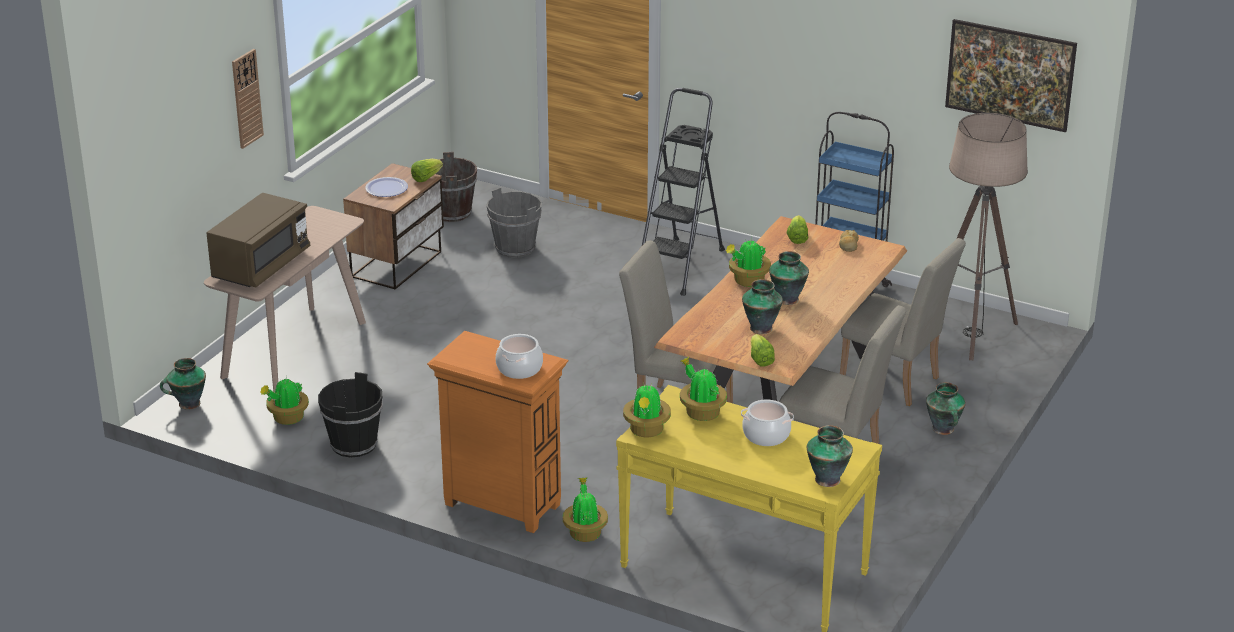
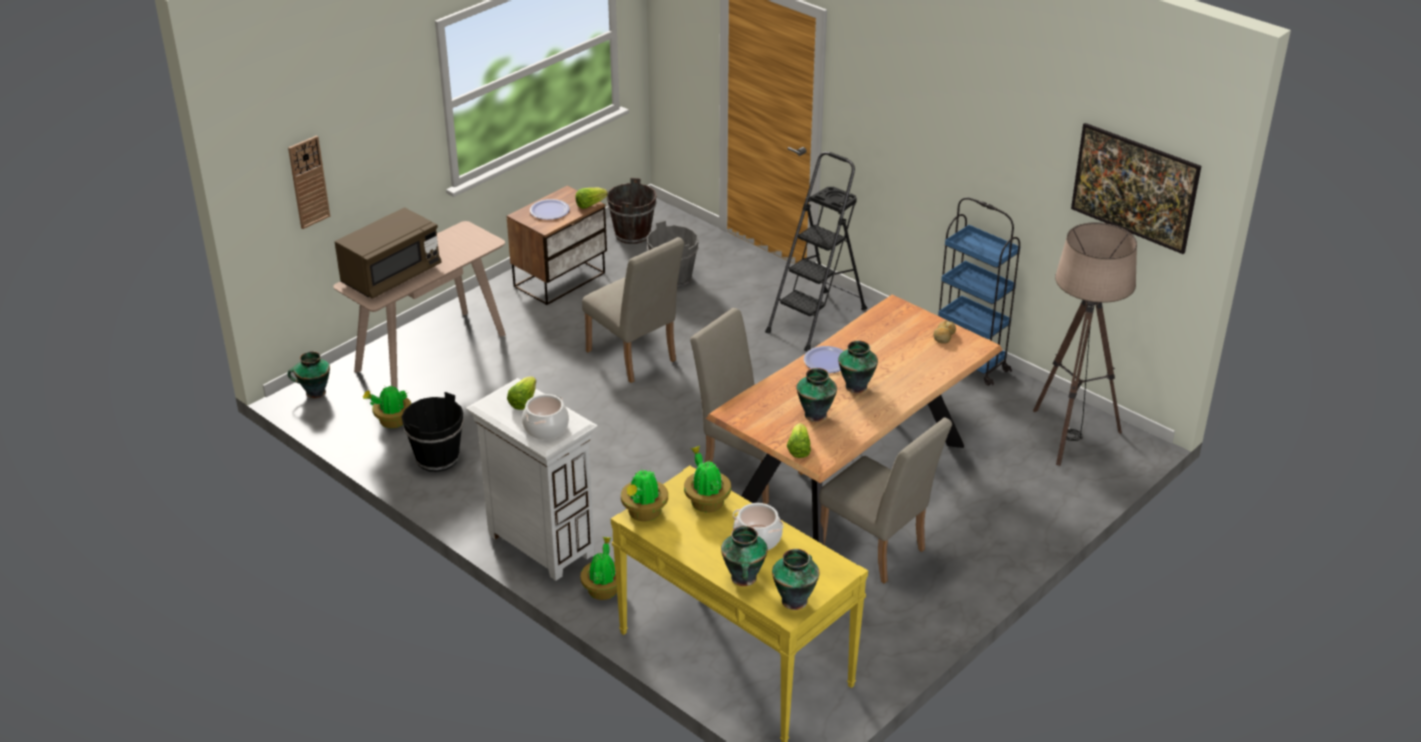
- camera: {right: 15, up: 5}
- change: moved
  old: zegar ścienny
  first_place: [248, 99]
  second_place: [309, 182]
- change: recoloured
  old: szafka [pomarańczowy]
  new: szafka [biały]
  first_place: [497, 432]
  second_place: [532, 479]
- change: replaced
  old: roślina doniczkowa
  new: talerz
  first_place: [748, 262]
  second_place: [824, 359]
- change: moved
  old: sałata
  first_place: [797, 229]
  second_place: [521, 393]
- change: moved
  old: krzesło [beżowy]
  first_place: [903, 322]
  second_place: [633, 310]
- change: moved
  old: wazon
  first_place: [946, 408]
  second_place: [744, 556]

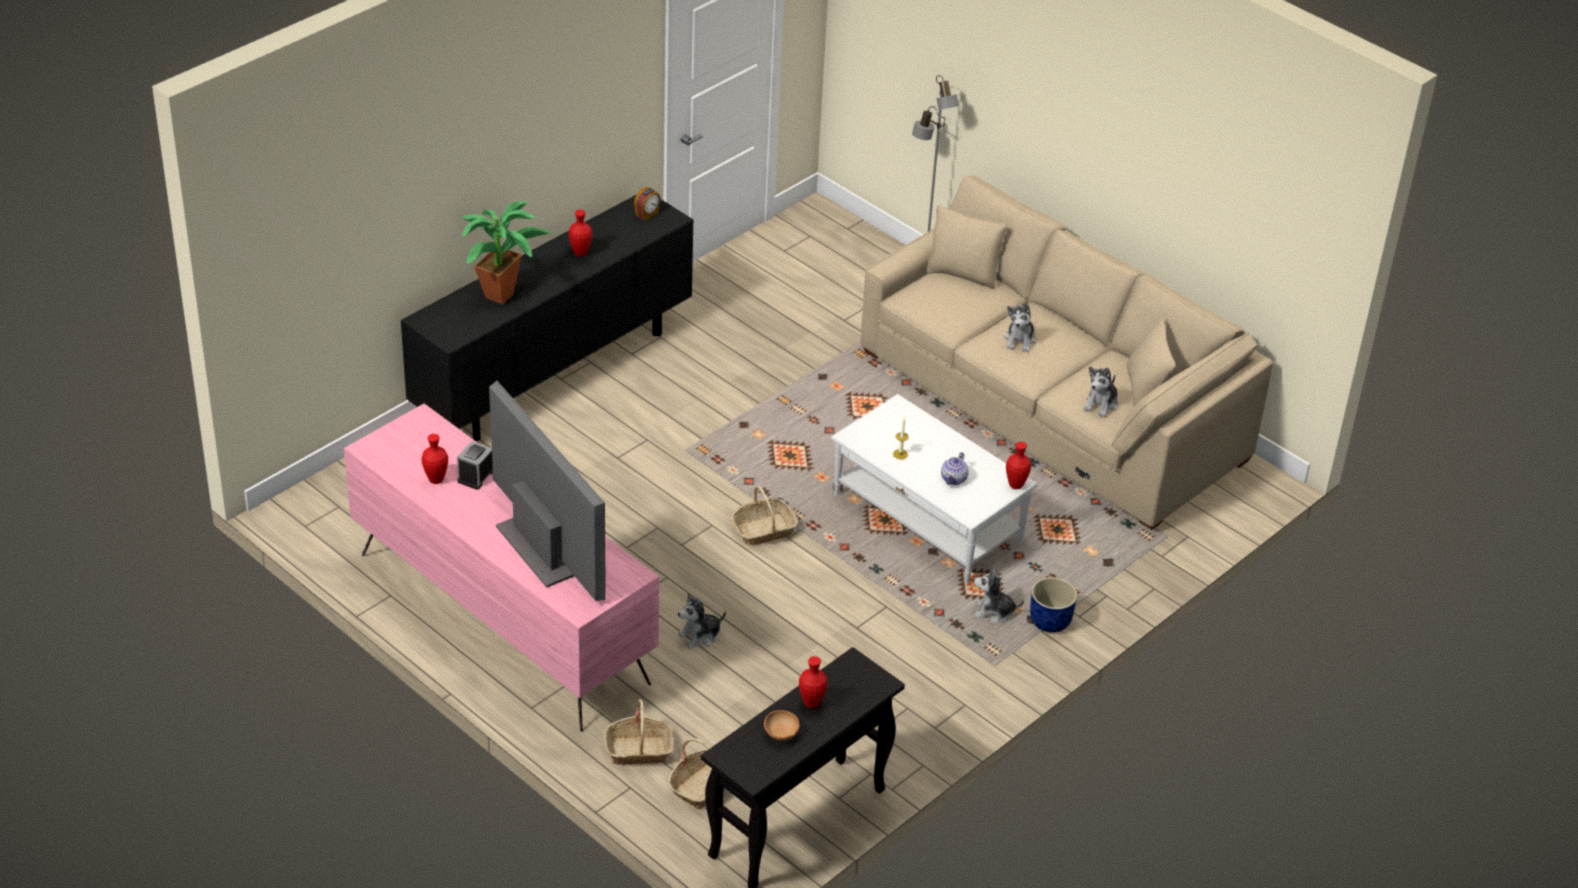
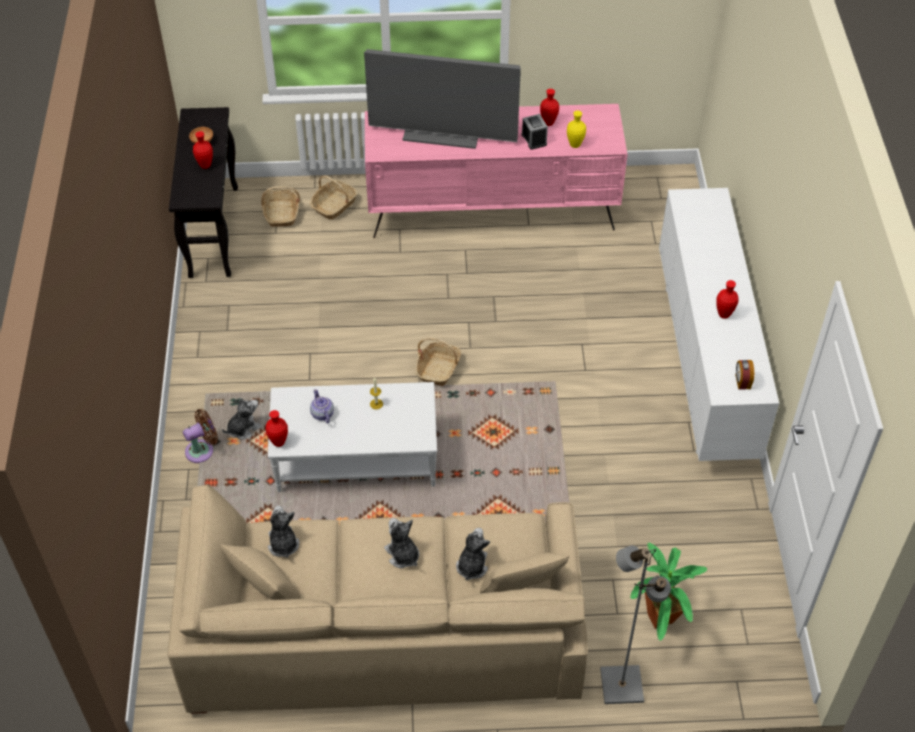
- camera: {right: 135, up: 10}
- change: recoloured
  old: szafka [czarny]
  new: szafka [biały]
  first_place: [547, 318]
  second_place: [719, 324]
- change: moved
  old: roślina doniczkowa
  first_place: [506, 252]
  second_place: [668, 591]
- change: moved
  old: pluszak
  first_place: [702, 621]
  second_place: [473, 554]
- change: replaced
  old: donica [niebieski]
  new: wentylator [brązowy]
  first_place: [1053, 605]
  second_place: [200, 436]
- change: added
  new: wazon [żółty]
  second_place: [576, 129]

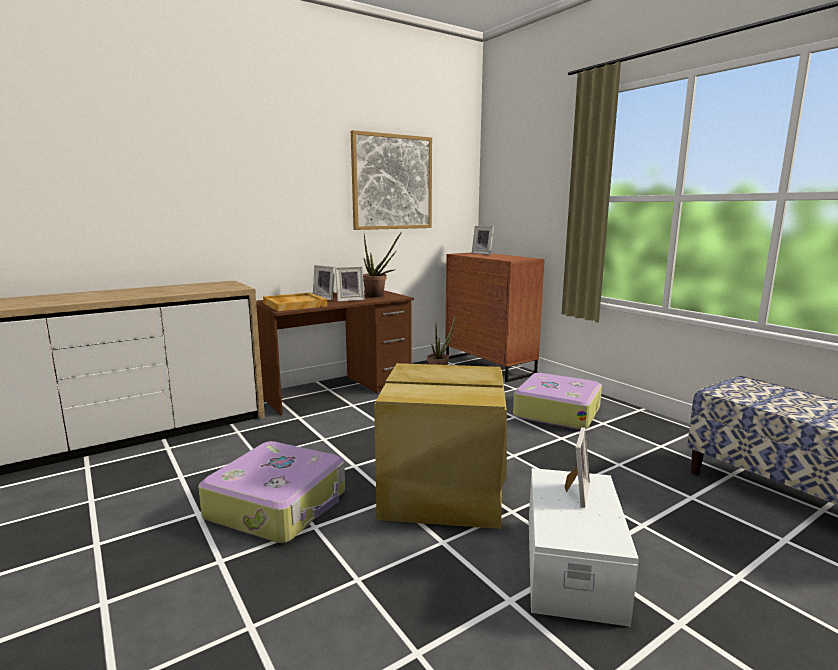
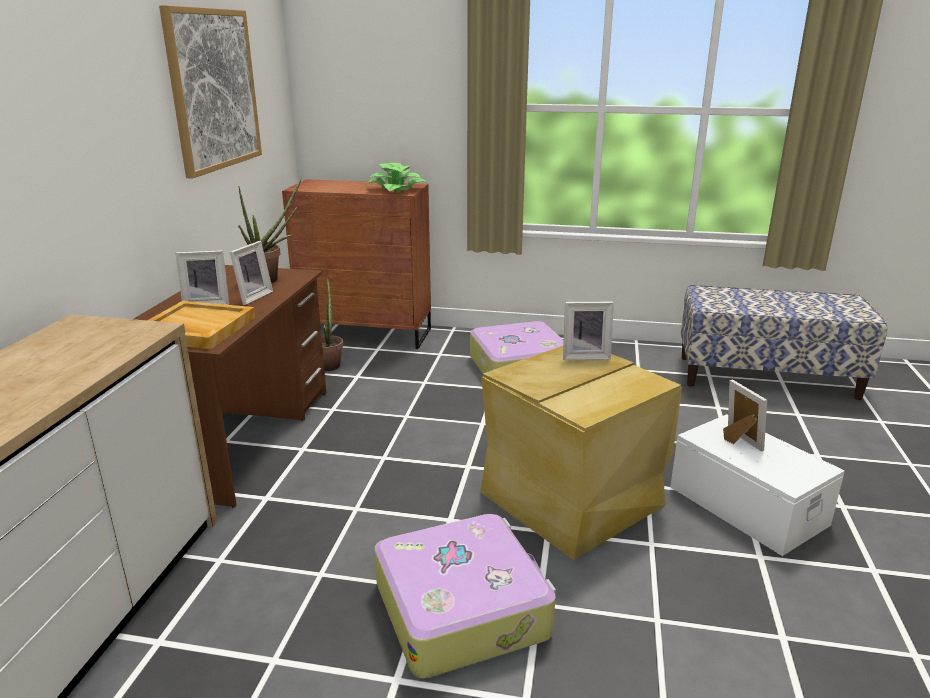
- camera: {right: -45, up: 10}
- change: moved
  old: ramka na zdjęcie
  first_place: [483, 240]
  second_place: [588, 331]
- change: added
  new: roślina doniczkowa
  second_place: [396, 178]

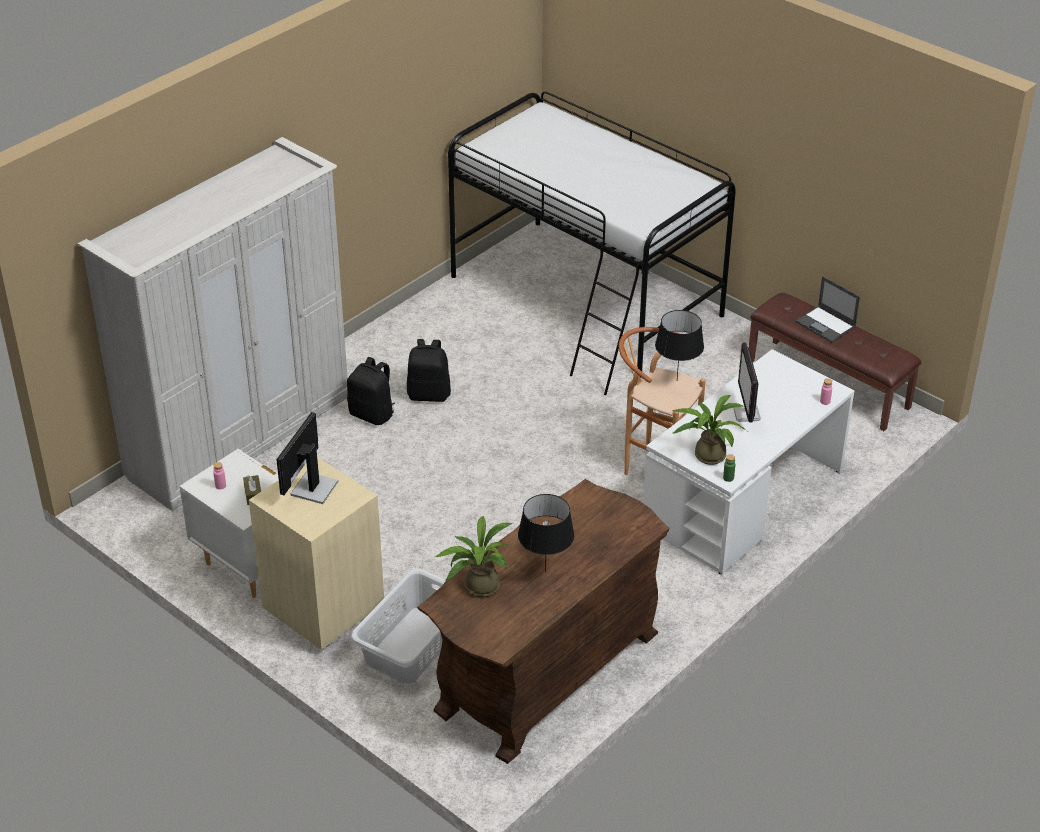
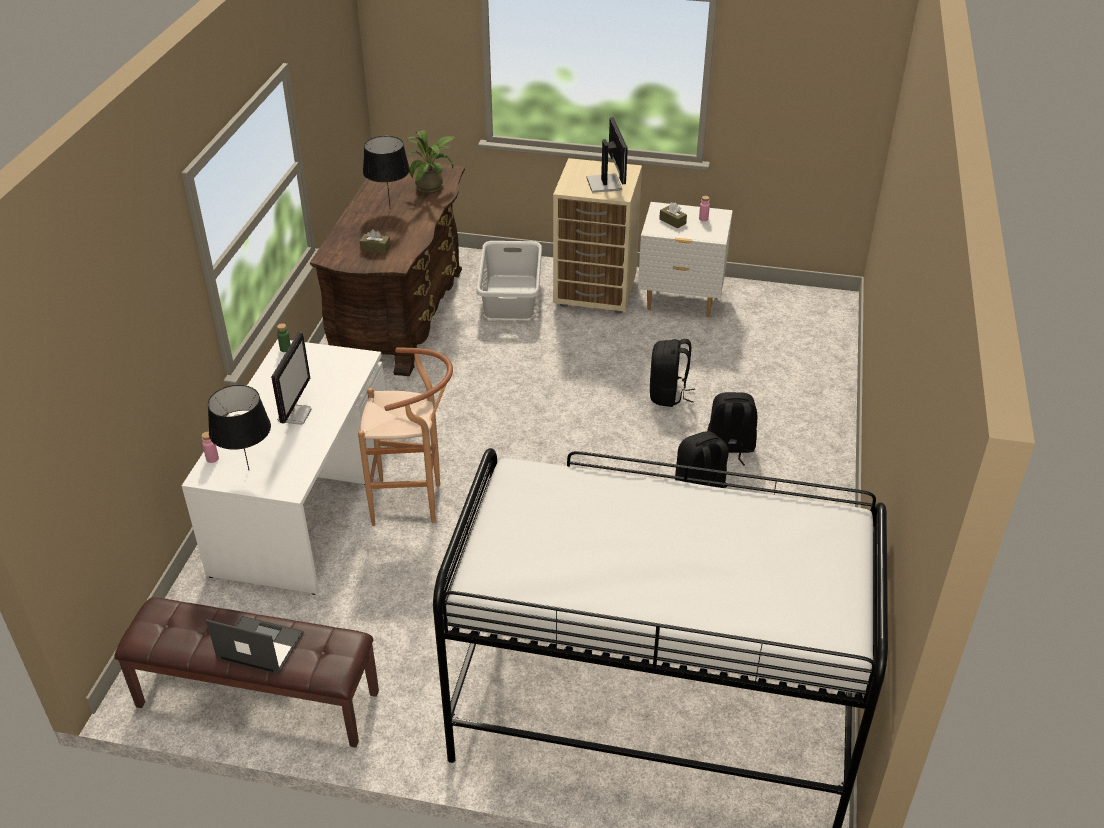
- camera: {right: 150, up: 0}
- change: removed
  old: szafa [biały]
  first_place: [212, 324]
- change: moved
  old: lampa stołowa [czarny]
  first_place: [679, 344]
  second_place: [239, 427]
- change: removed
  old: roślina doniczkowa
  first_place: [709, 430]
- change: turned
  old: monitor
  first_place: [747, 382]
  second_place: [291, 378]
  degrees: 45
- change: added
  new: pudełko chusteczek [brązowy]
  second_place: [375, 241]
- change: added
  new: plecak [czarny]
  second_place: [672, 373]

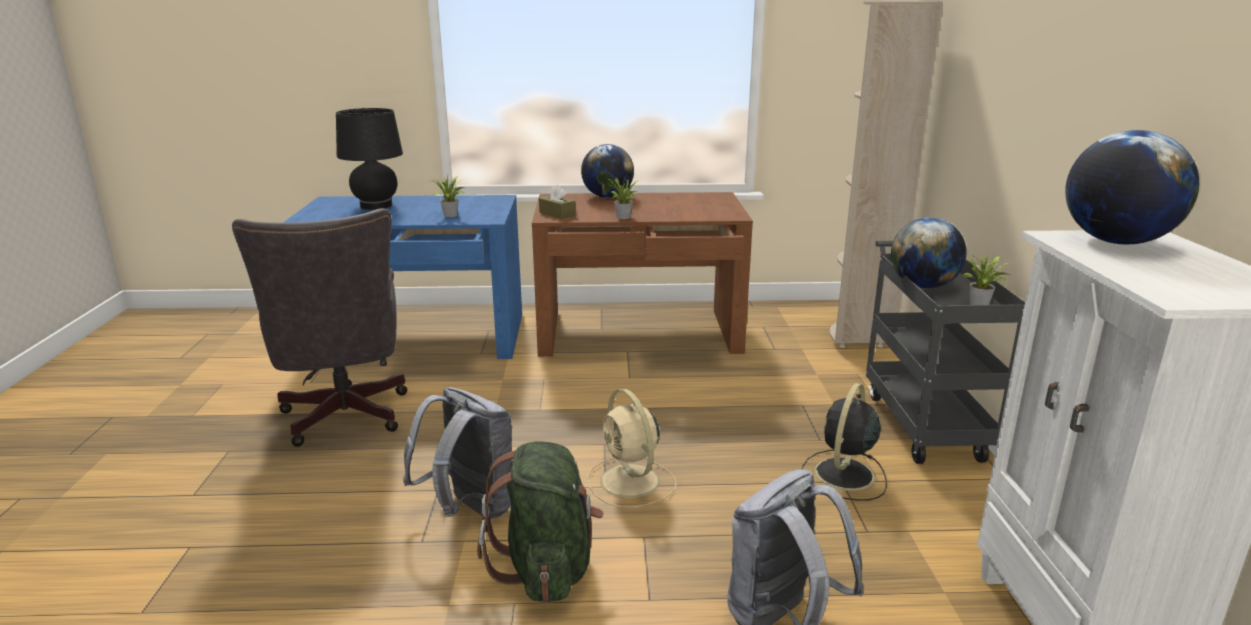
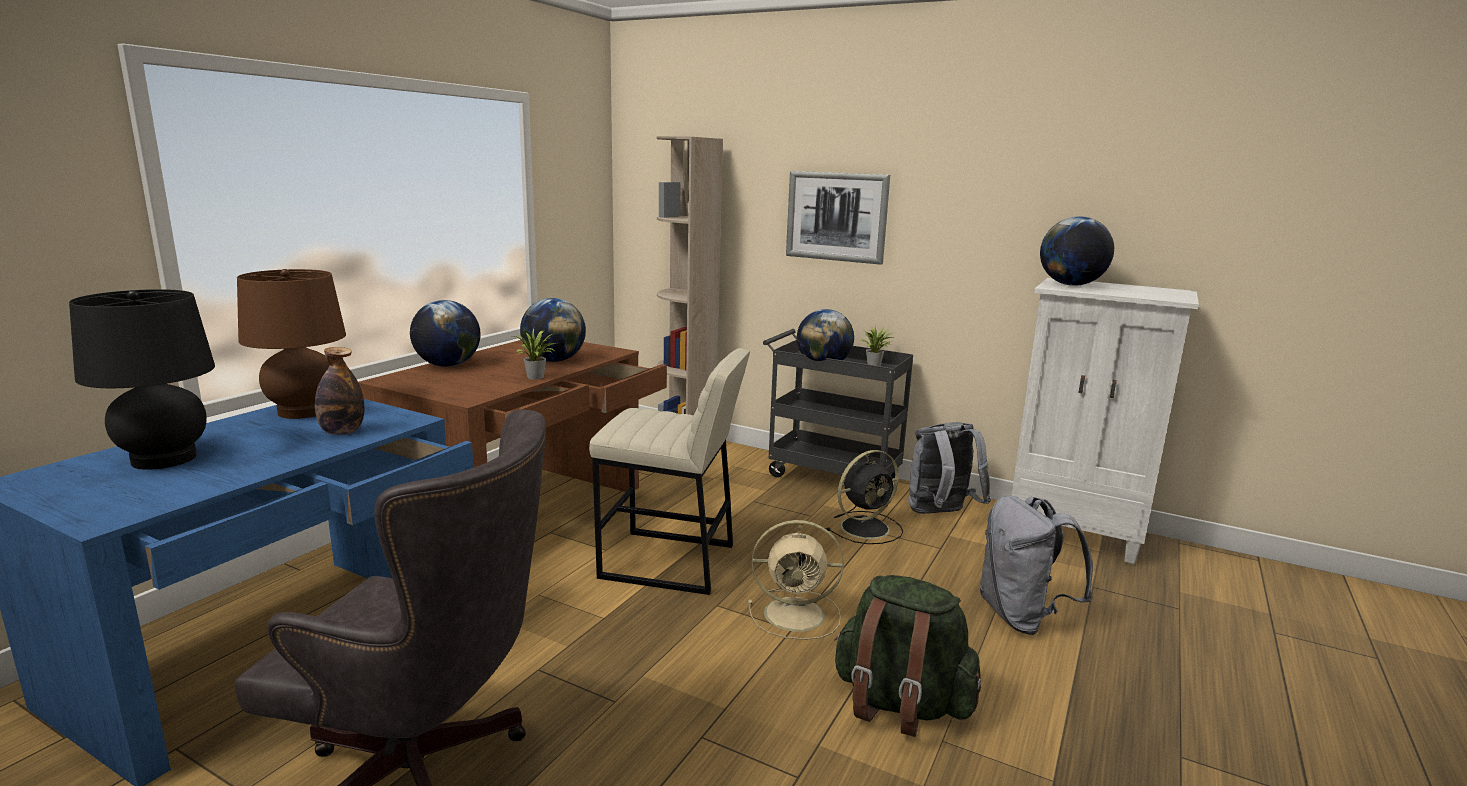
- camera: {right: -60, up: -5}
- change: moved
  old: plecak [szary]
  first_place: [457, 453]
  second_place: [949, 468]
- change: replaced
  old: roślina doniczkowa
  new: butelka
  first_place: [448, 195]
  second_place: [340, 391]
- change: removed
  old: pudełko chusteczek [brązowy]
  first_place: [557, 202]
- change: turned
  old: wentylator [czarny]
  first_place: [844, 442]
  second_place: [864, 497]
  degrees: -90
- change: added
  new: lampa stołowa [brązowy]
  second_place: [291, 344]
- change: added
  new: globus
  second_place: [553, 330]
- change: added
  new: krzesło [beżowy]
  second_place: [669, 471]
- change: added
  new: obraz
  second_place: [838, 218]

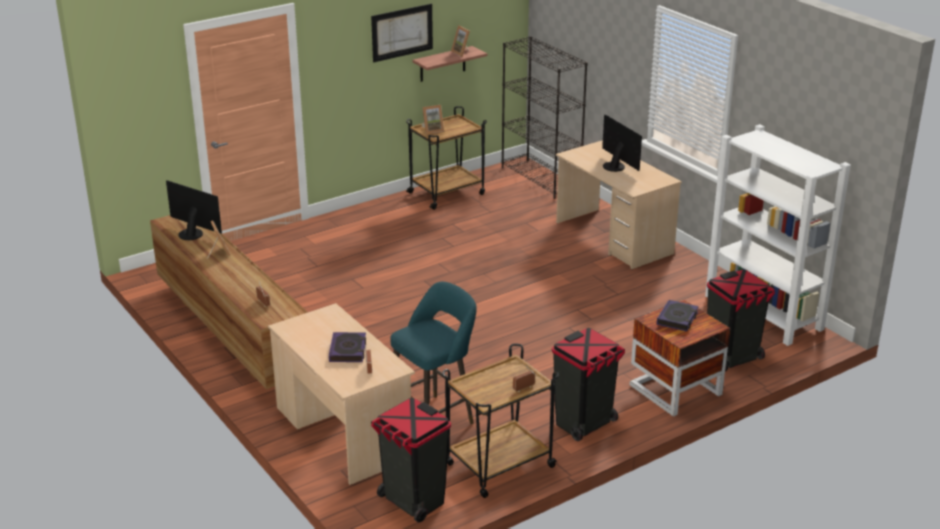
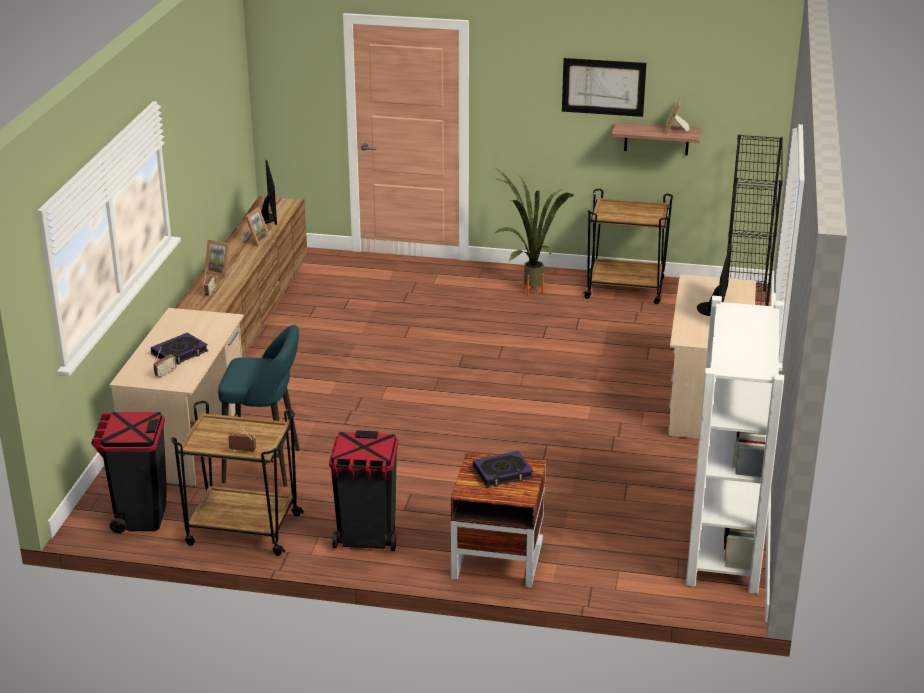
- camera: {right: 45, up: 0}
- change: moved
  old: ramka na zdjęcie
  first_place: [432, 119]
  second_place: [217, 259]
- change: removed
  old: kosz na śmieci [czarny]
  first_place: [741, 320]
- change: added
  new: roślina doniczkowa
  second_place: [533, 232]

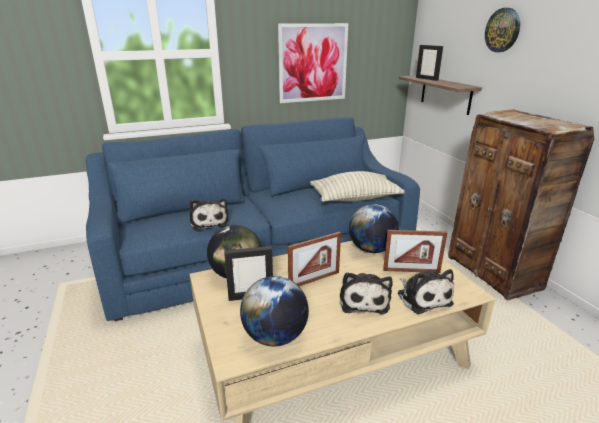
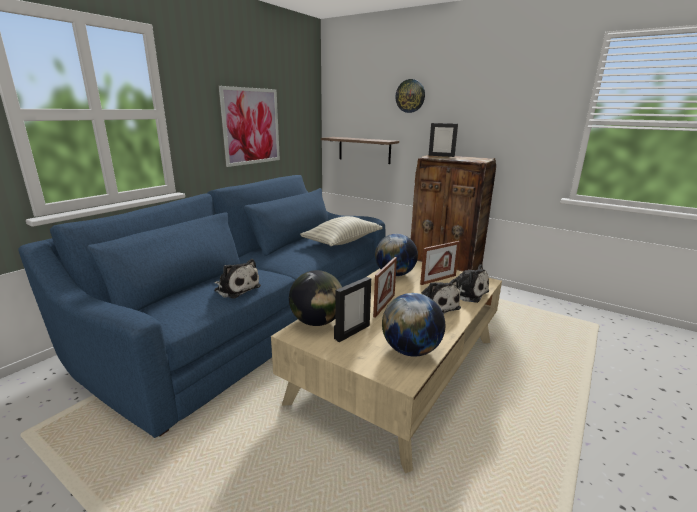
- camera: {right: -35, up: -5}
- change: moved
  old: ramka na zdjęcie
  first_place: [429, 63]
  second_place: [443, 140]

